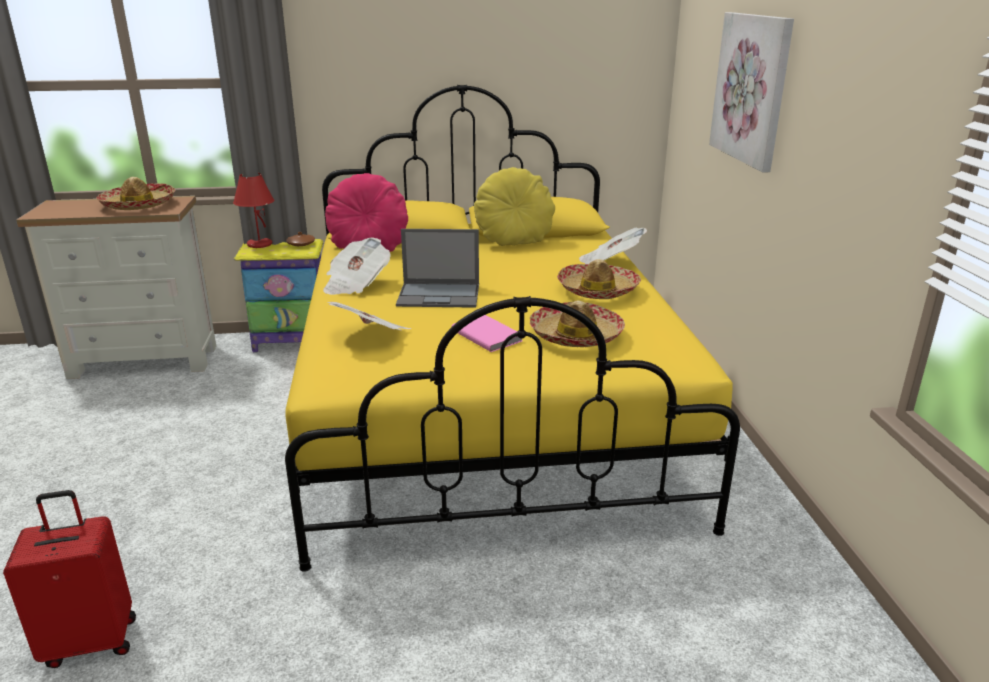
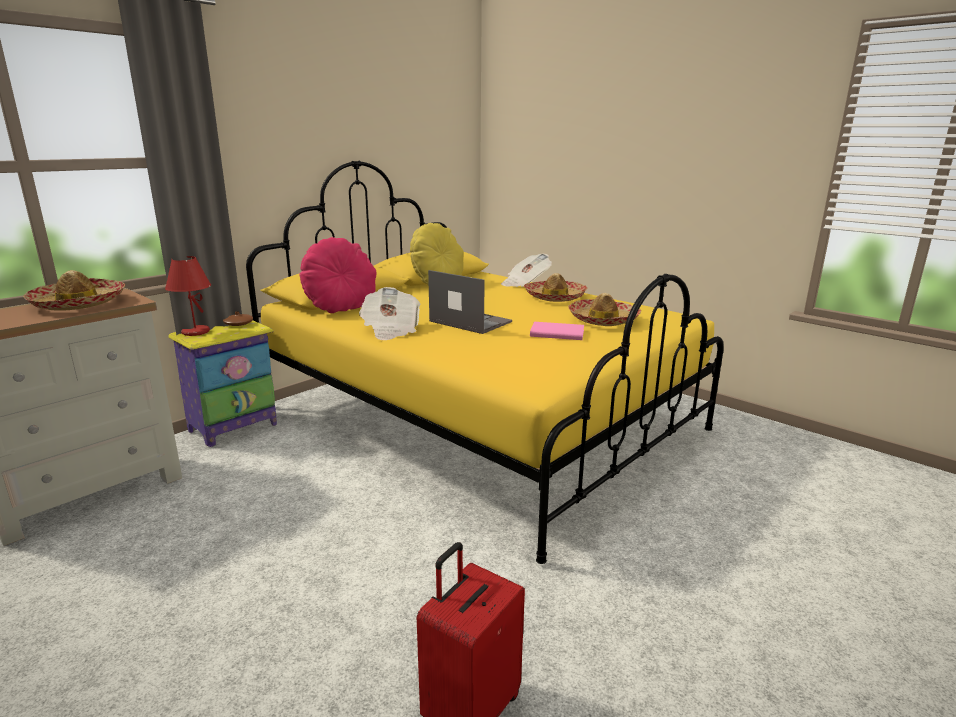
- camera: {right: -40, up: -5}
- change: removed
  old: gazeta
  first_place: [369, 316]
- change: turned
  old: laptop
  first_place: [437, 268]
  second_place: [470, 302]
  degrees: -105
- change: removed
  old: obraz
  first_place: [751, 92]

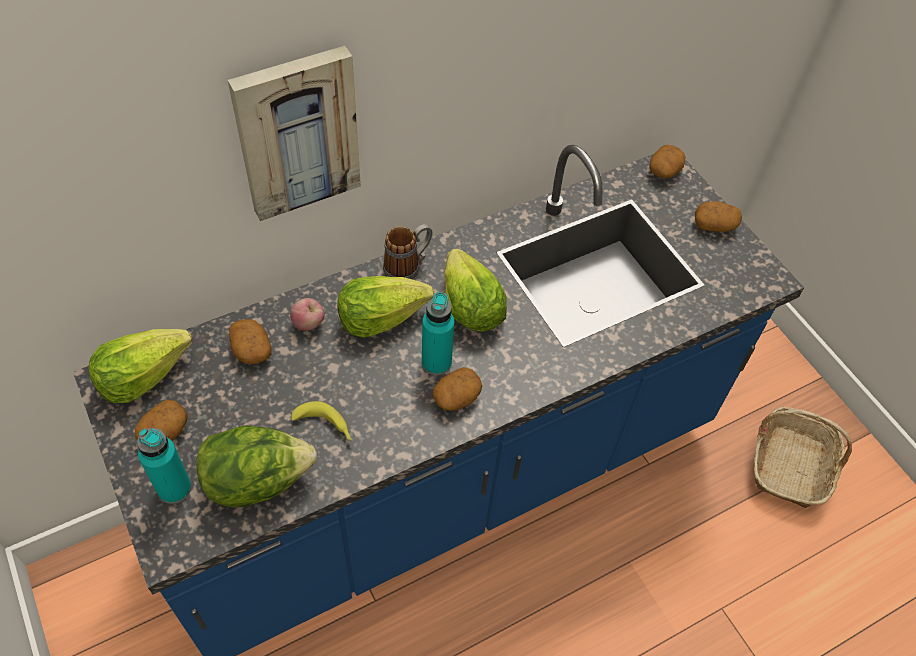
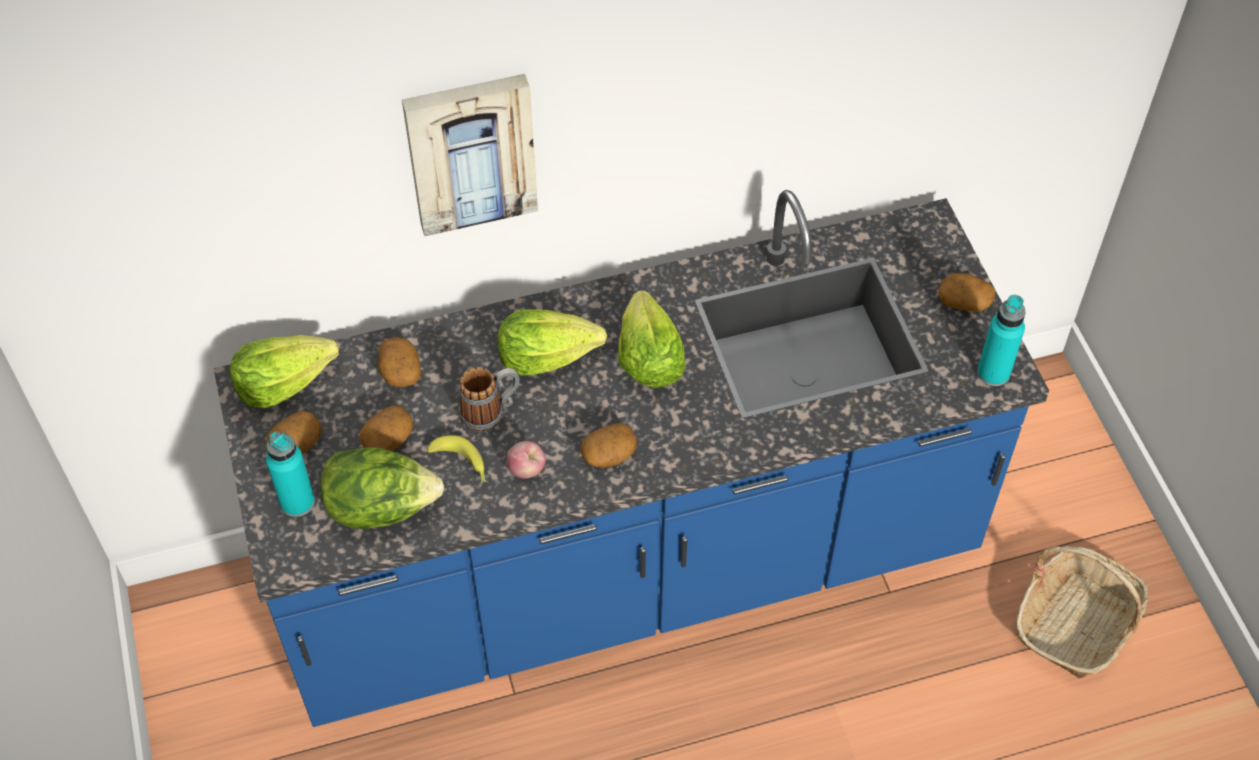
- camera: {right: 15, up: 0}
- change: moved
  old: jabłko
  first_place: [307, 314]
  second_place: [526, 460]
- change: moved
  old: kubek
  first_place: [407, 252]
  second_place: [489, 399]
- change: moved
  old: butelka [turkusowy]
  first_place: [438, 333]
  second_place: [1001, 340]
- change: moved
  old: ziemniak
  first_place: [668, 162]
  second_place: [386, 428]

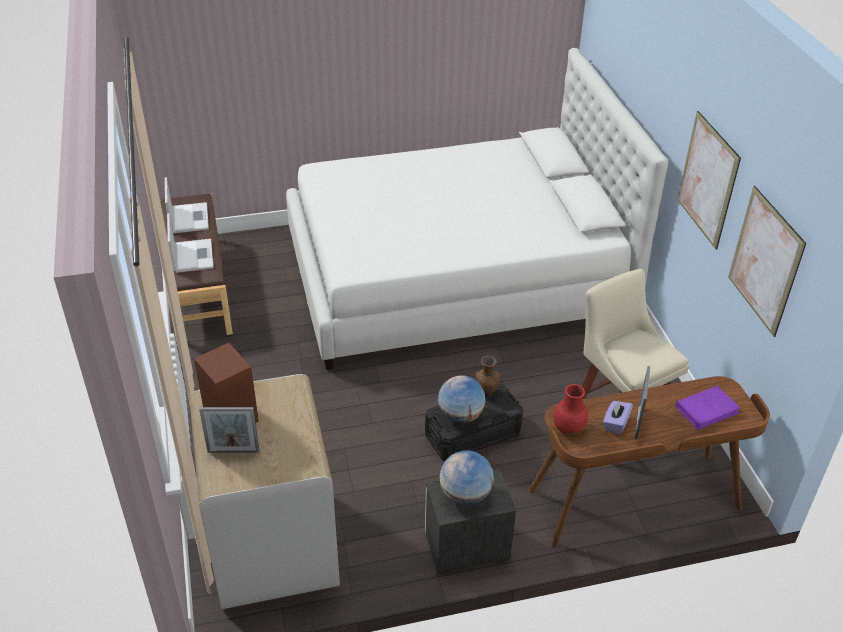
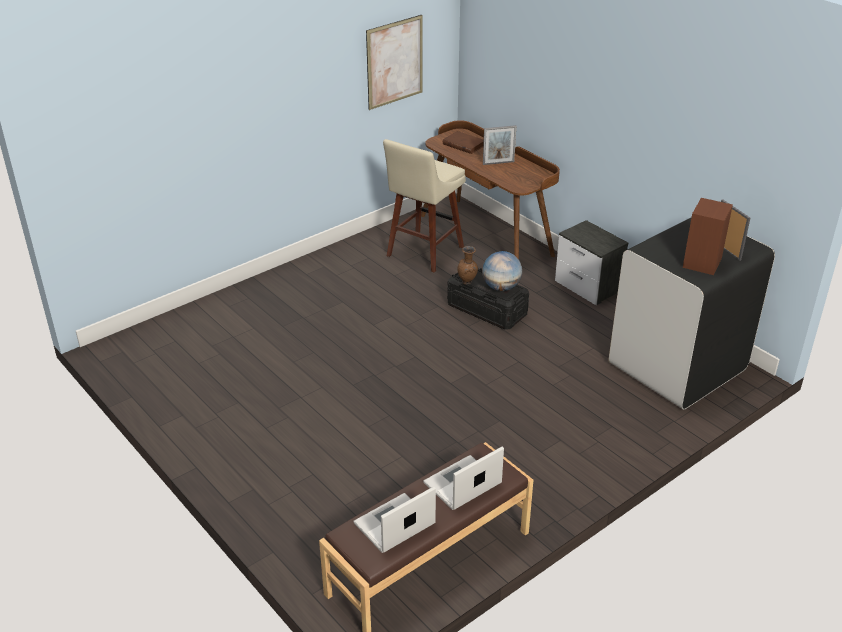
- camera: {right: -115, up: -5}
- change: recoloured
  old: komoda [beżowy]
  new: komoda [czarny]
  first_place: [264, 491]
  second_place: [692, 314]
- change: removed
  old: łóżko [biały]
  first_place: [477, 209]
- change: removed
  old: globus
  first_place: [466, 477]
- change: removed
  old: wazon [czerwony]
  first_place: [570, 409]
- change: removed
  old: pudełko chusteczek [fioletowy]
  first_place: [618, 417]
- change: recoloured
  old: książka [fioletowy]
  new: książka [brązowy]
  first_place: [707, 407]
  second_place: [463, 142]
- change: removed
  old: obraz
  first_place: [709, 180]

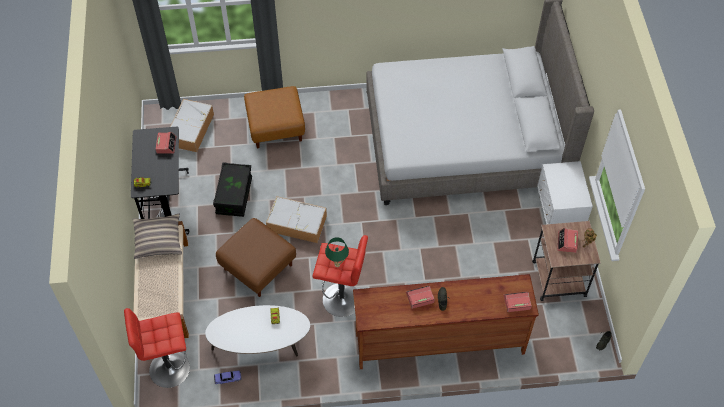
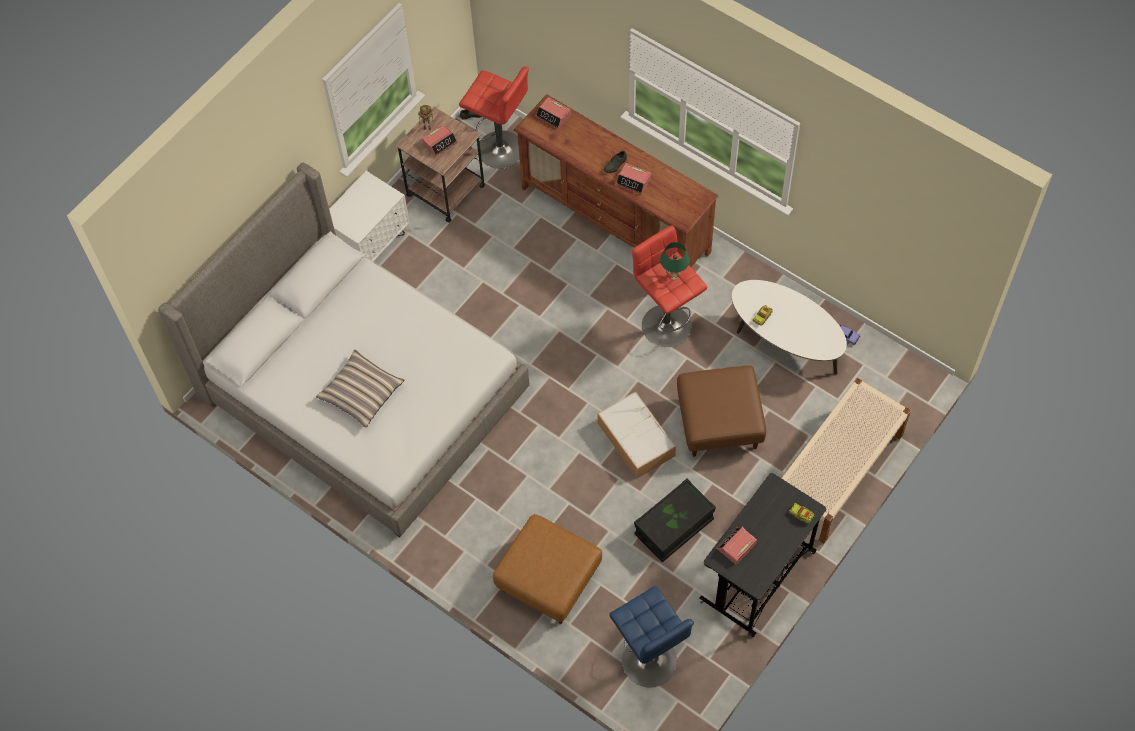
- camera: {right: -135, up: 5}
- change: moved
  old: stołek [czerwony]
  first_place: [157, 348]
  second_place: [494, 117]
- change: moved
  old: poduszka
  first_place: [157, 236]
  second_place: [360, 388]
- change: replaced
  old: pojemnik do przechowywania
  new: stołek [niebieski]
  first_place: [192, 125]
  second_place: [651, 636]

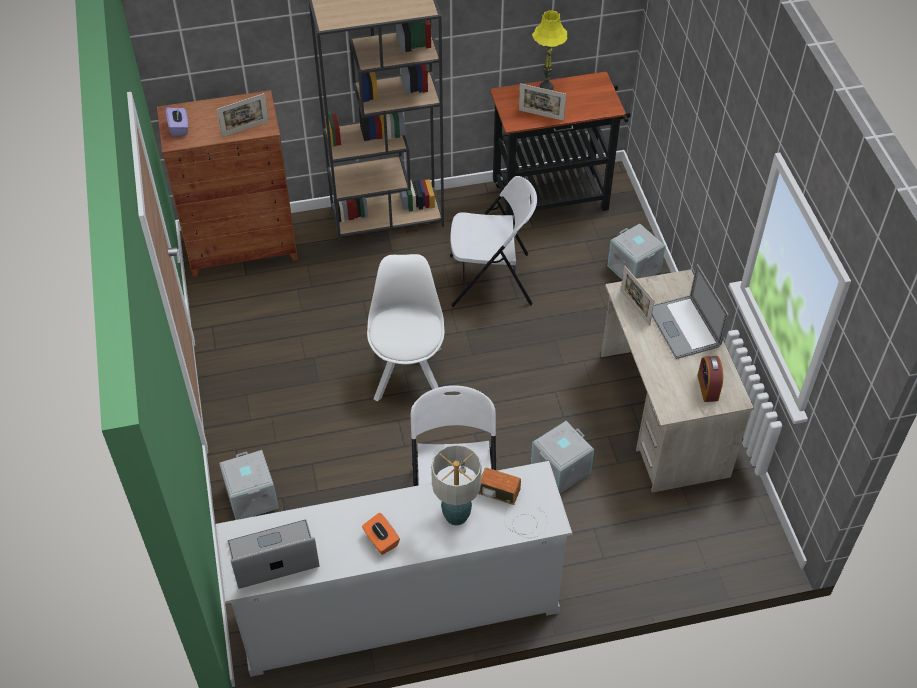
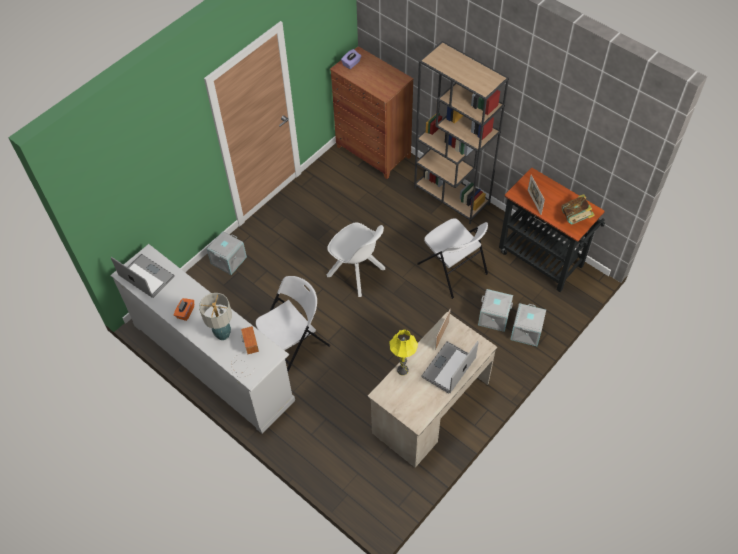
- camera: {right: 55, up: 5}
- change: removed
  old: ramka na zdjęcie
  first_place: [243, 115]
- change: turned
  old: krzesło [biały]
  first_place: [406, 328]
  second_place: [356, 260]
  degrees: 75
- change: moved
  old: pojemnik do przechowywania [szary]
  first_place: [562, 457]
  second_place: [495, 310]
- change: moved
  old: lampa stołowa [żółty]
  first_place: [549, 50]
  second_place: [404, 352]
- change: removed
  old: budzik
  first_place: [710, 379]
- change: added
  new: książka
  second_place: [578, 209]

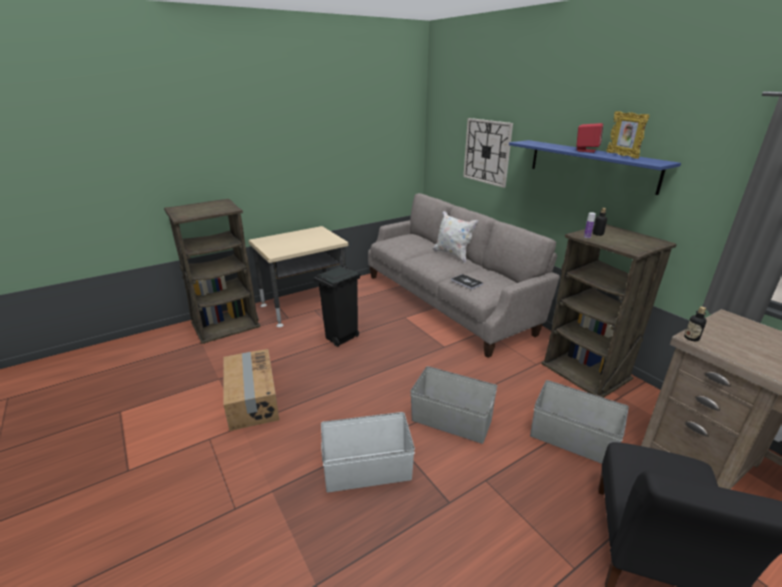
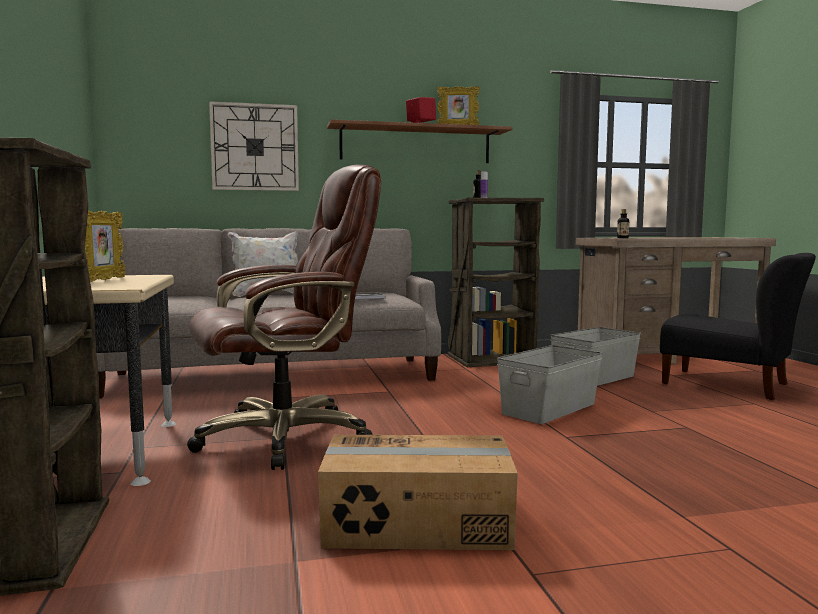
- camera: {right: -70, up: -20}
- change: replaced
  old: kosz na śmieci [czarny]
  new: krzesło biurowe [brązowy]
  first_place: [337, 306]
  second_place: [284, 317]
- change: removed
  old: pojemnik do przechowywania [biały]
  first_place: [368, 452]
- change: recoloured
  old: półka [niebieski]
  new: półka [brązowy]
  first_place: [595, 167]
  second_place: [419, 141]
- change: added
  new: ramka na zdjęcie
  second_place: [105, 246]

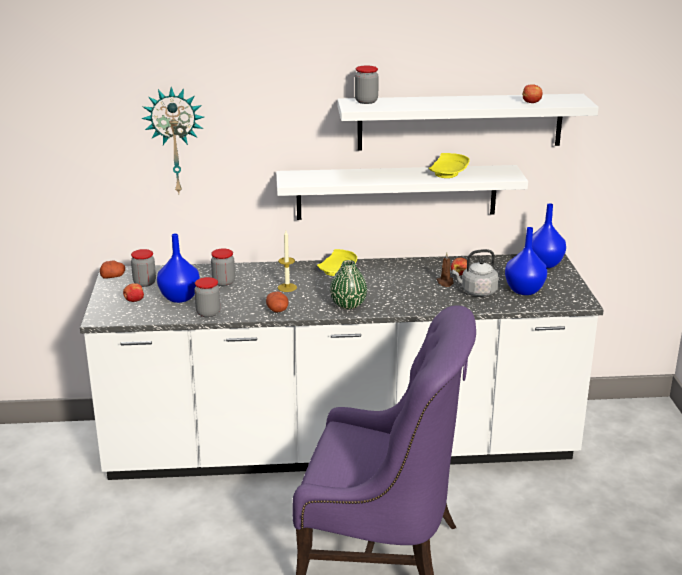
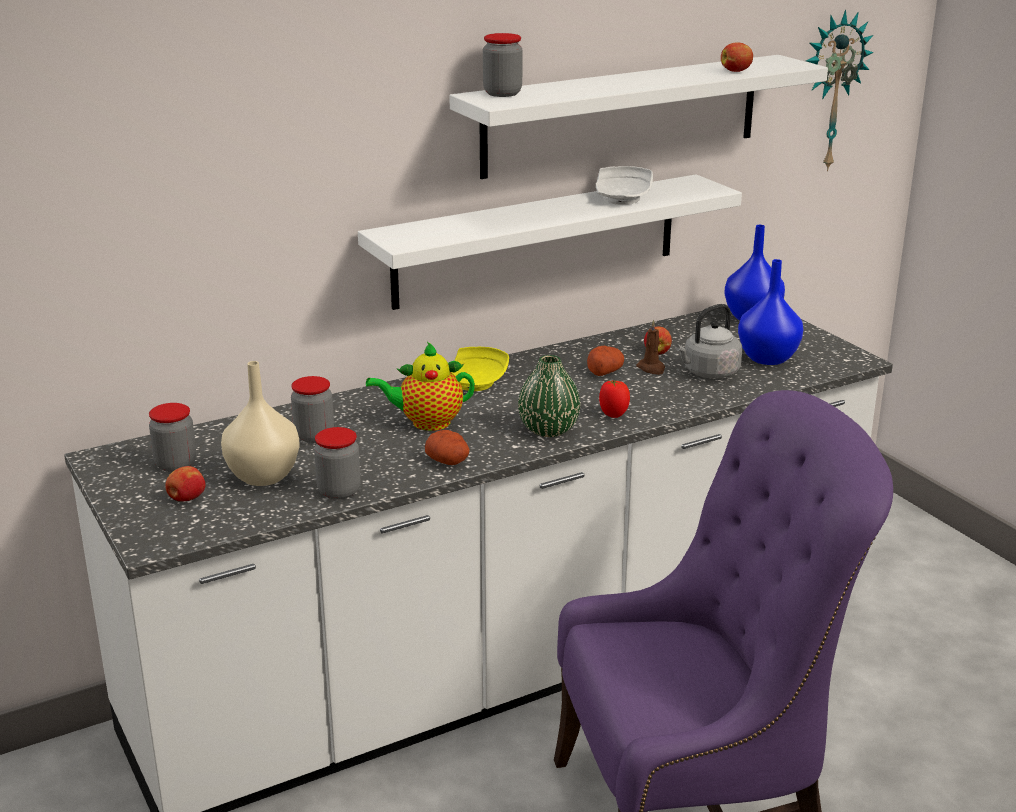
- camera: {right: -25, up: 0}
- change: moved
  old: ziemniak
  first_place: [112, 270]
  second_place: [605, 361]
- change: moved
  old: zegar ścienny
  first_place: [172, 140]
  second_place: [840, 90]
- change: recoloured
  old: wazon [niebieski]
  new: wazon [beżowy]
  first_place: [178, 268]
  second_place: [260, 423]
- change: replaced
  old: świeca
  new: imbryk
  first_place: [287, 261]
  second_place: [420, 386]
- change: recoloured
  old: talerz [żółty]
  new: talerz [biały]
  first_place: [449, 165]
  second_place: [624, 185]
- change: added
  new: pomidor
  second_place: [614, 399]

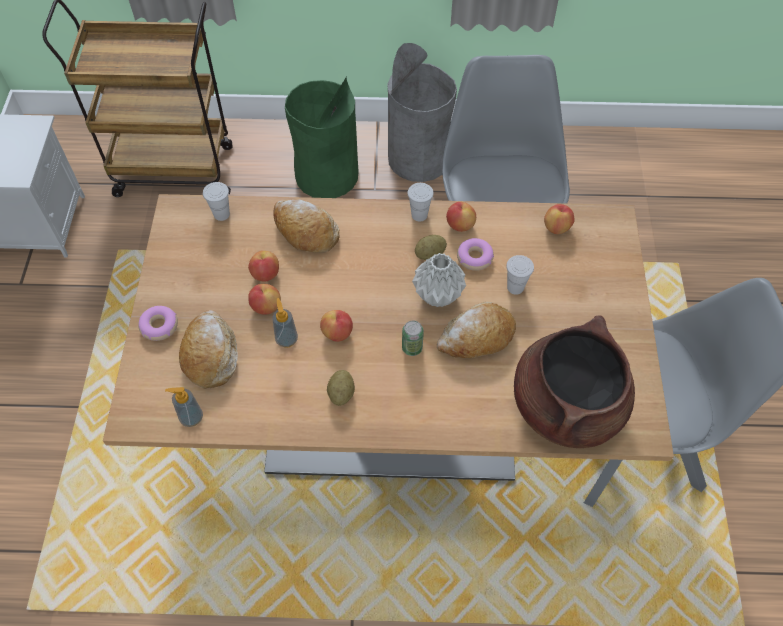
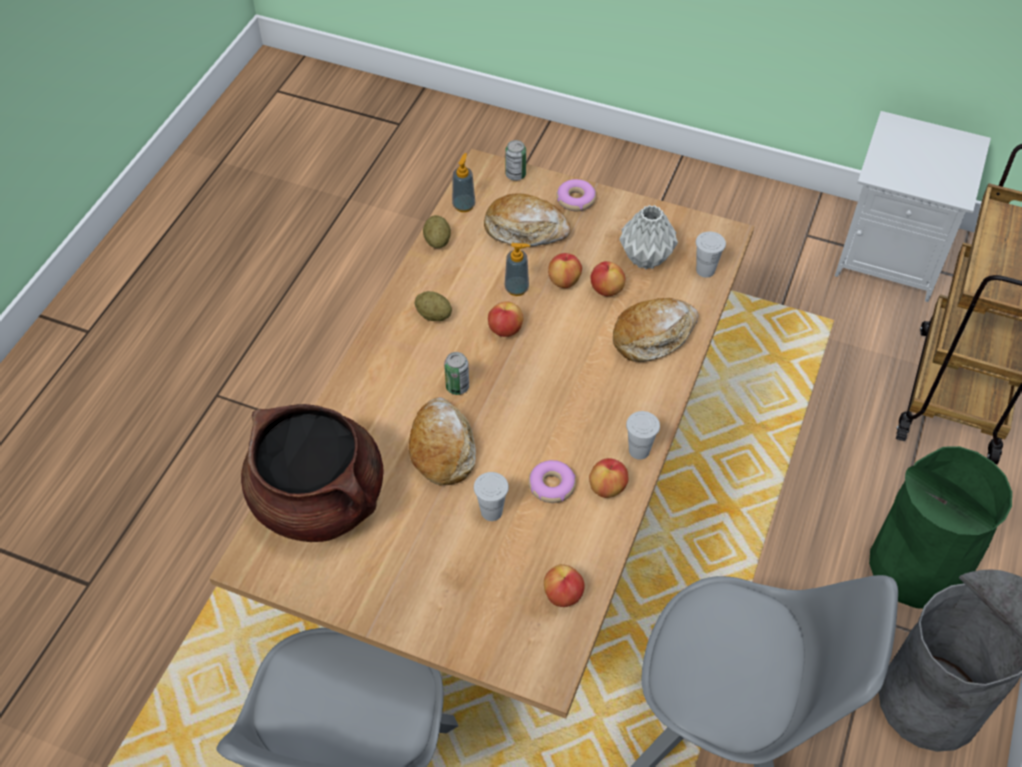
- camera: {right: 110, up: -5}
- change: moved
  old: wazon [szary]
  first_place: [439, 280]
  second_place: [648, 237]
- change: moved
  old: ziemniak
  first_place: [431, 247]
  second_place: [437, 231]
- change: added
  new: puszka
  second_place: [515, 160]

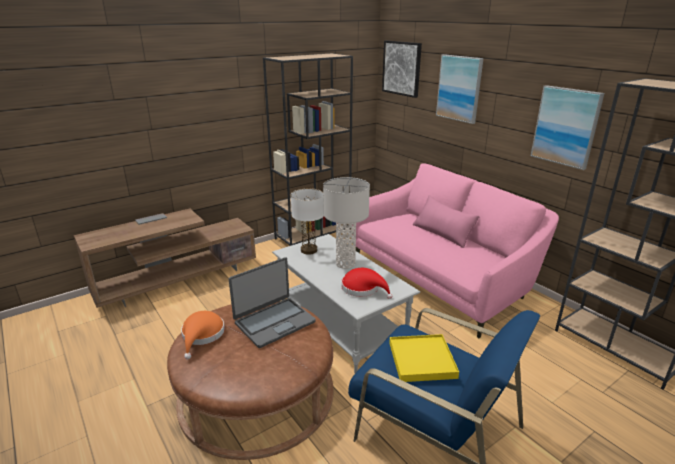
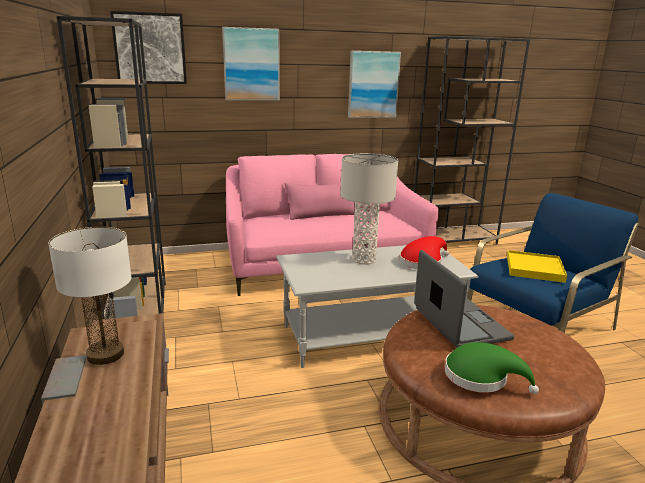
- camera: {right: -70, up: -5}
- change: recoloured
  old: kapelusz [pomarańczowy]
  new: kapelusz [zielony]
  first_place: [203, 335]
  second_place: [492, 368]
- change: moved
  old: lampa stołowa
  first_place: [307, 221]
  second_place: [89, 296]

